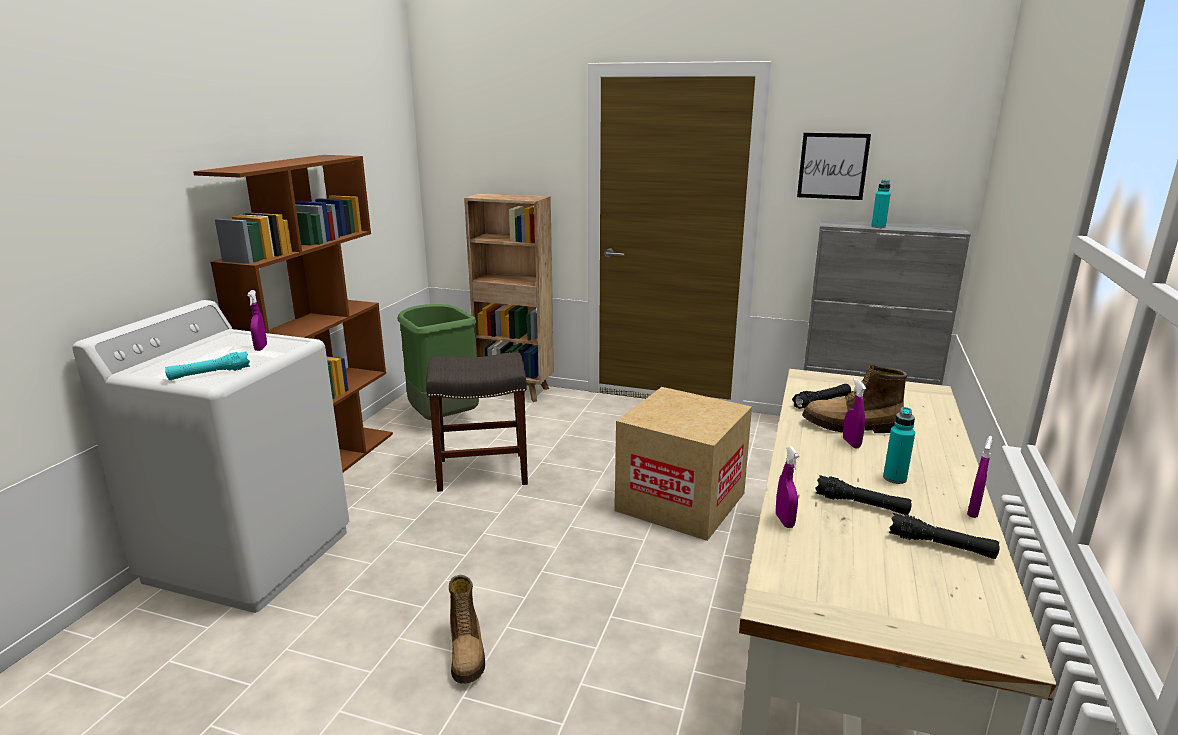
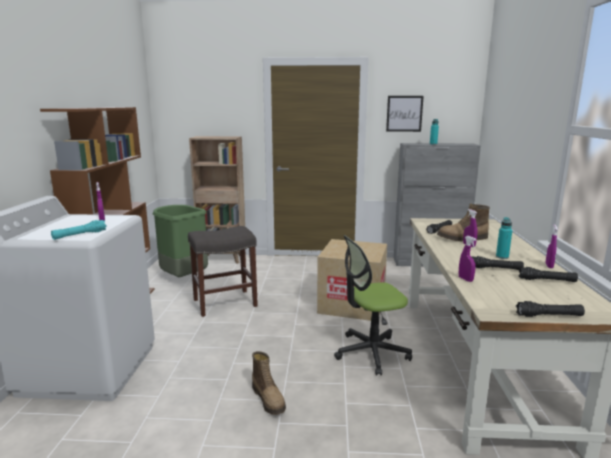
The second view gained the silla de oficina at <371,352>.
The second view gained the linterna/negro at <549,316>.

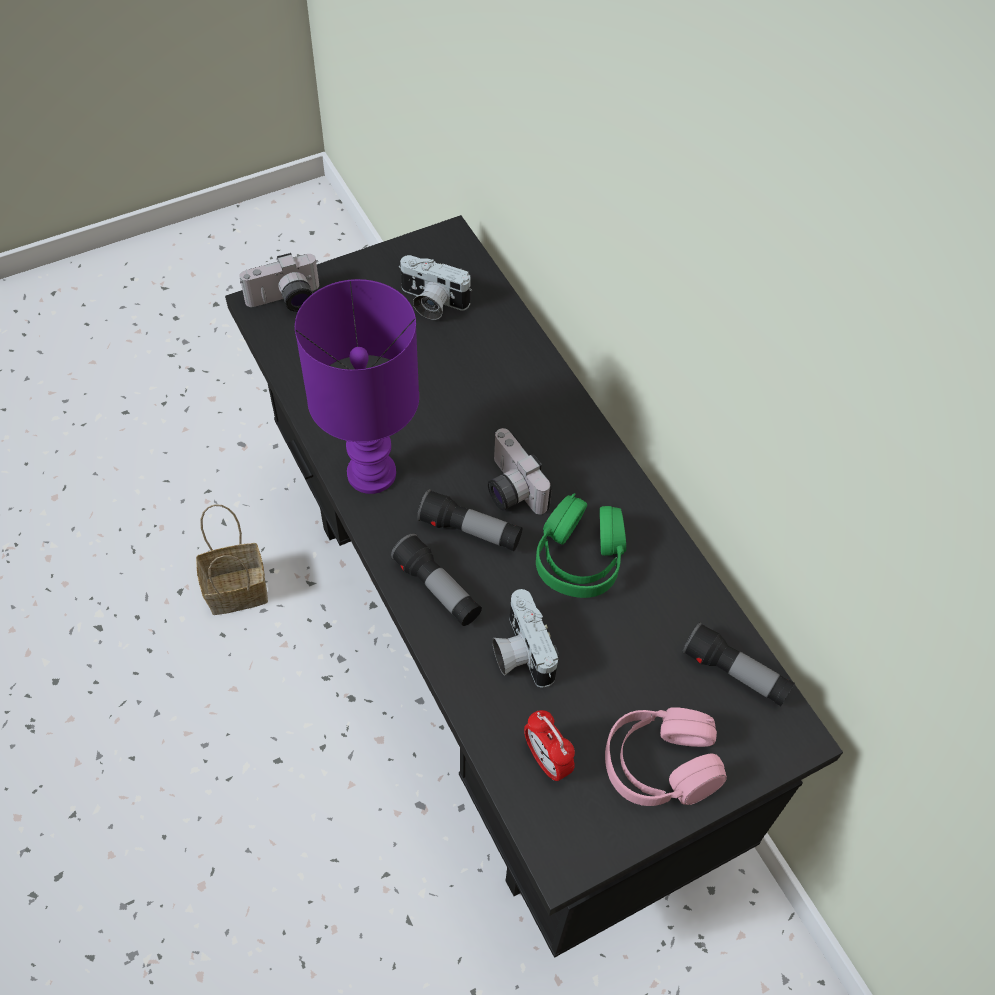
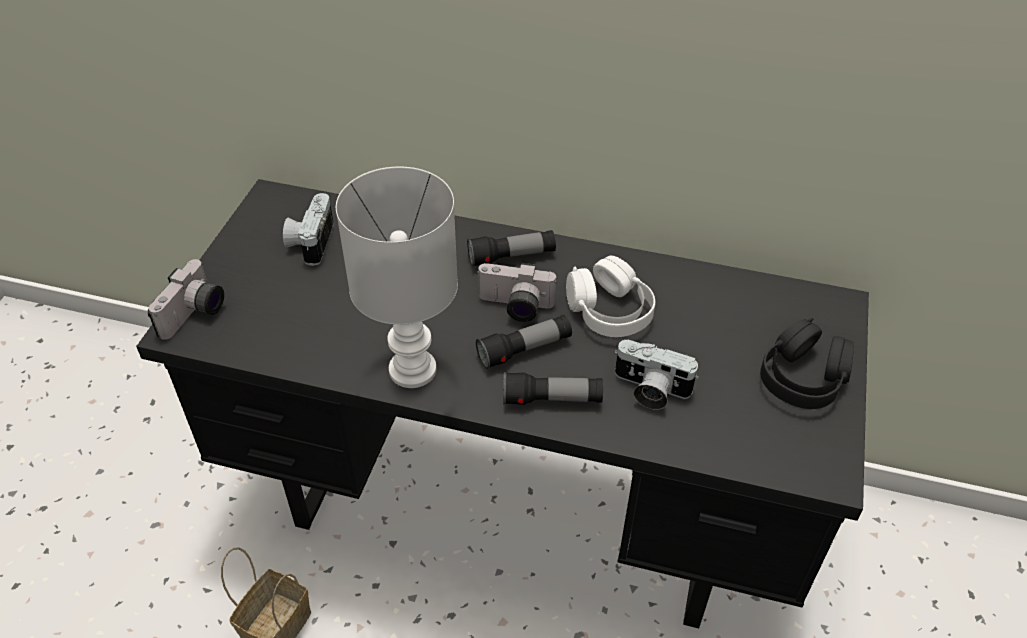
What was the lámpara de mesa/morado at <373,474> turned into the lámpara de mesa/blanco at <414,369>.
The cámara at <431,302> ended up facing another way, 120 degrees clockwise from before.
The second view lost the despertador at <546,760>.
What was the auriculares/verde at <580,558> turned into the auriculares/blanco at <609,311>.
What was the auriculares/rosa at <660,764> turned into the auriculares/negro at <803,378>.
The linterna ended up elsewhere, having gone from <735,673> to <511,257>.

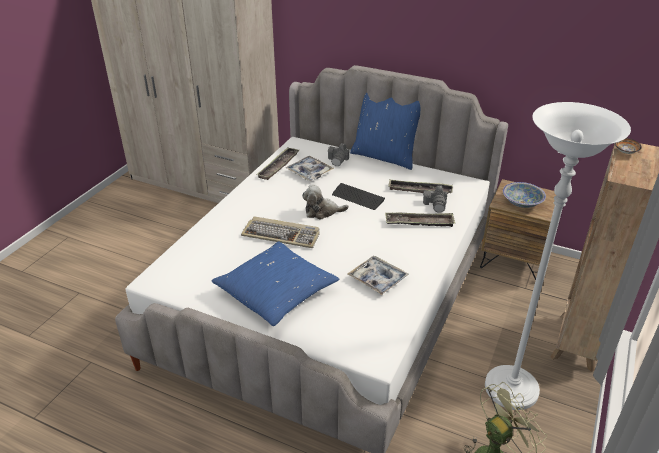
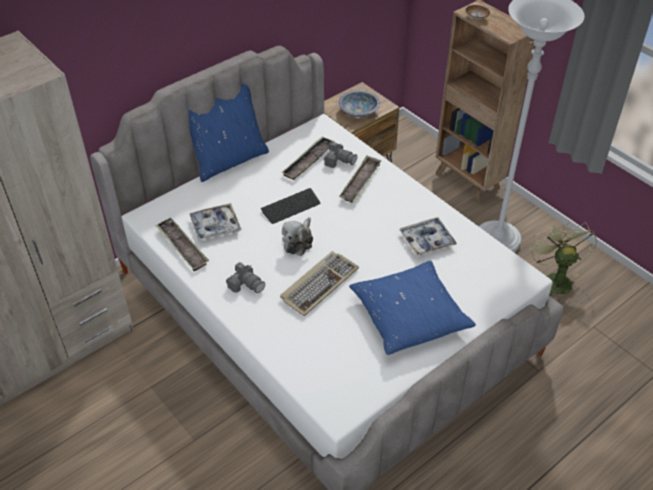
The cámara ended up elsewhere, having gone from <338,160> to <246,284>.

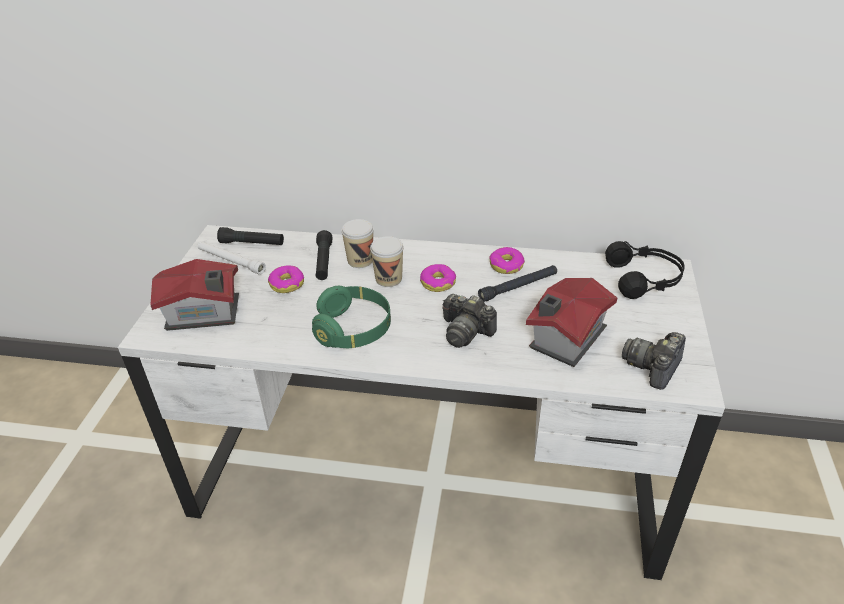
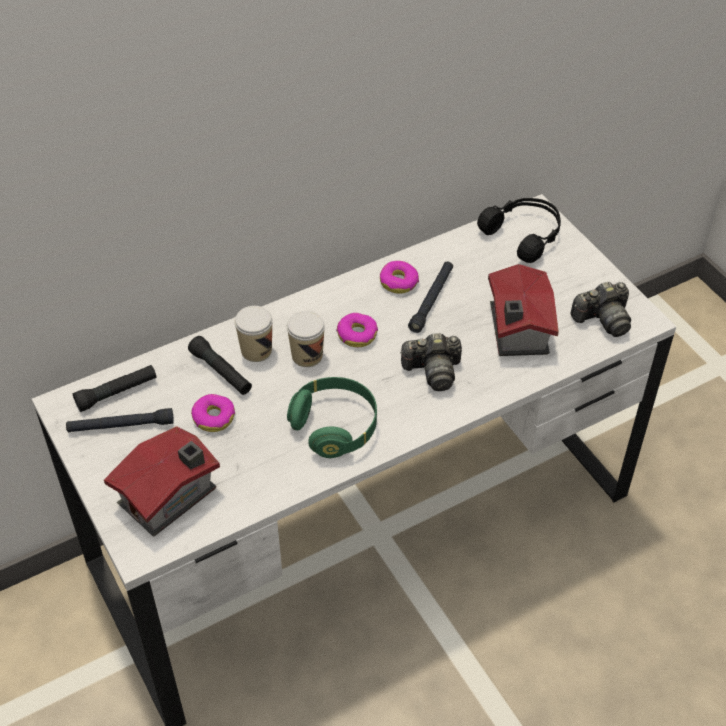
What was the linterna/blanco at <231,261> turned into the linterna/negro at <121,426>.
The cámara at <653,367> ended up facing another way, 105 degrees counterclockwise from before.

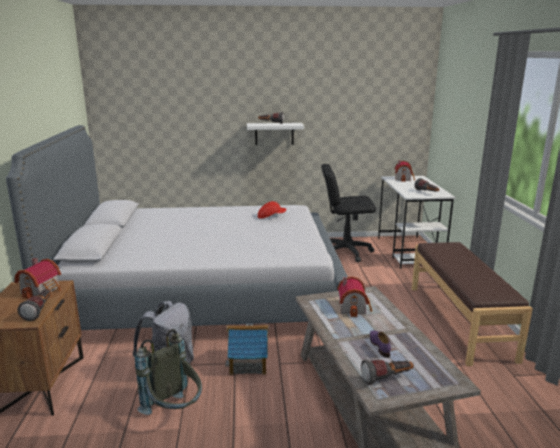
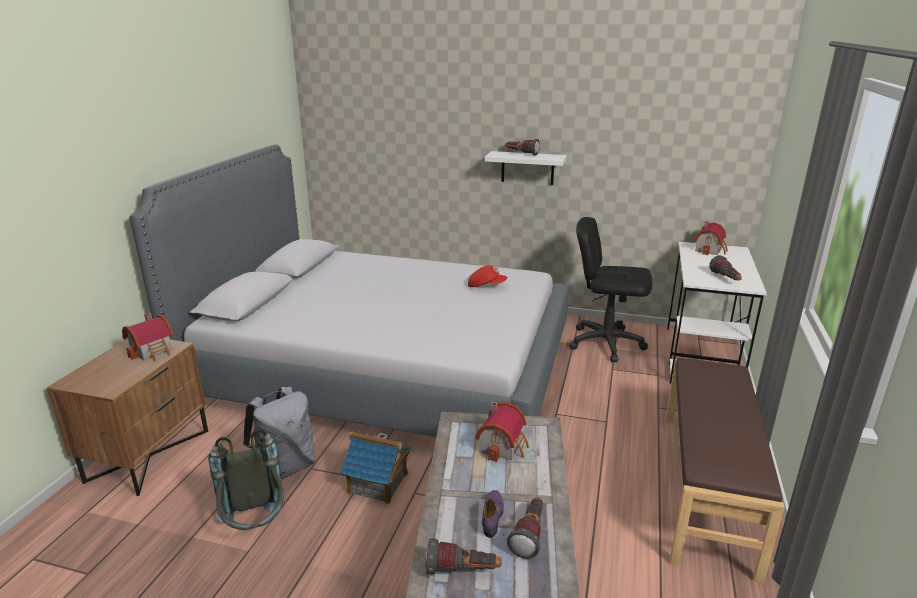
The linterna ended up elsewhere, having gone from <40,310> to <529,535>.

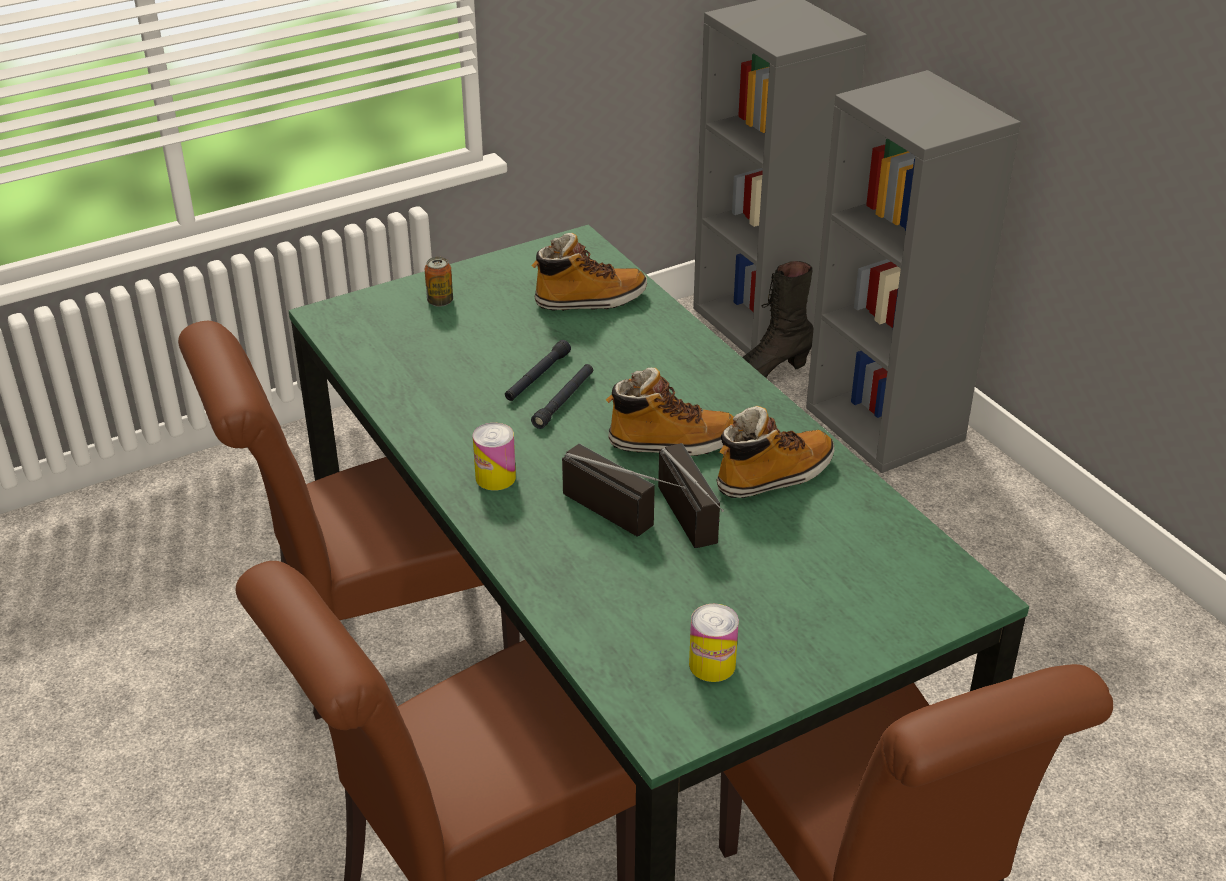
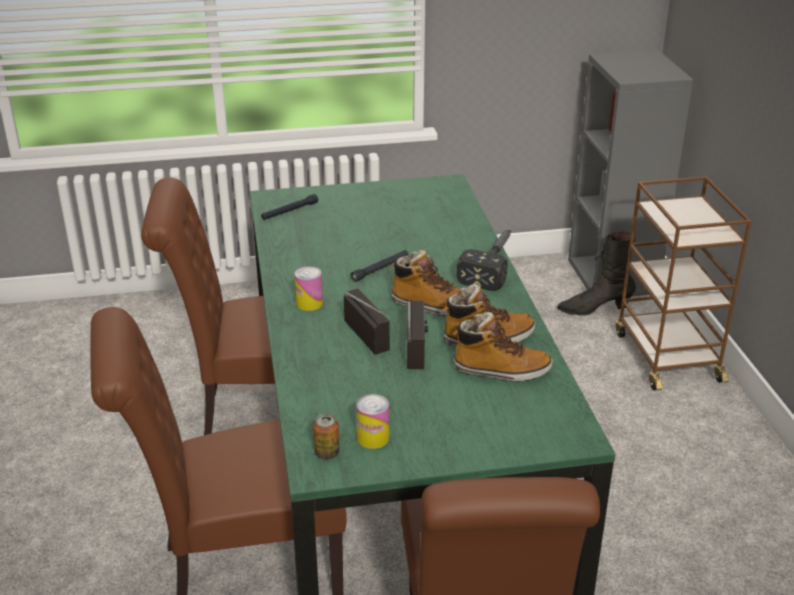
The lata ended up elsewhere, having gone from <440,301> to <327,453>.
The linterna/negro ended up elsewhere, having gone from <537,377> to <289,211>.
The bota ended up elsewhere, having gone from <590,300> to <501,370>.
Where the estantería/gris stood at <886,424>, the carrito/marrón came to stand at <666,356>.
The second view gained the martillo at <493,264>.

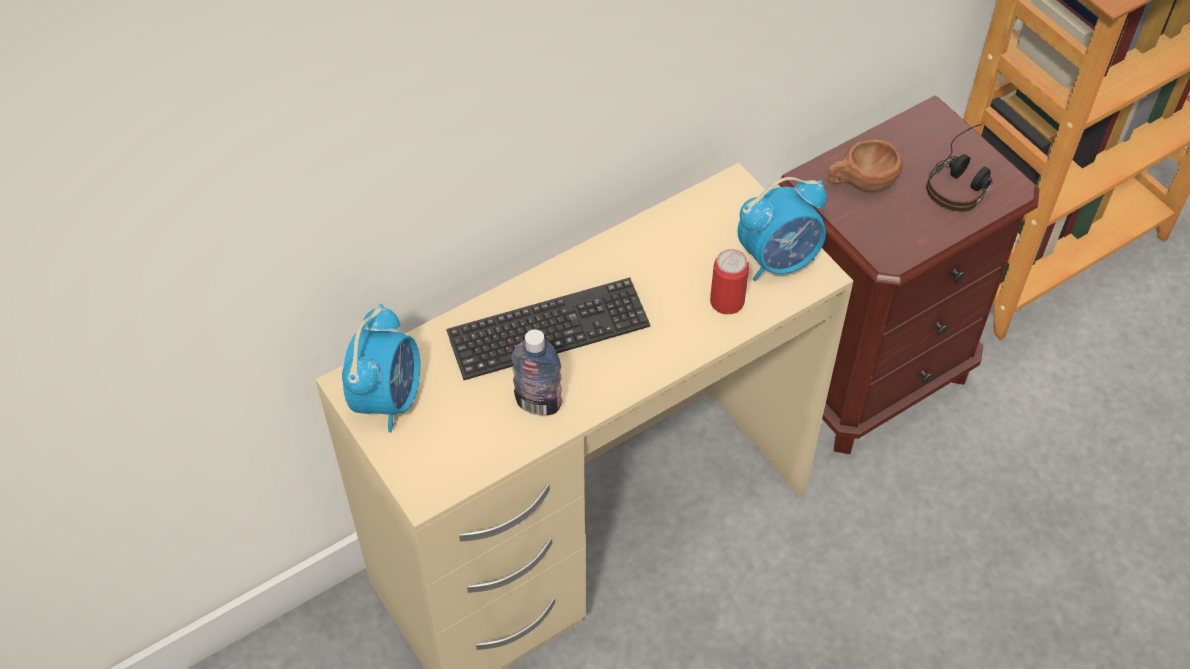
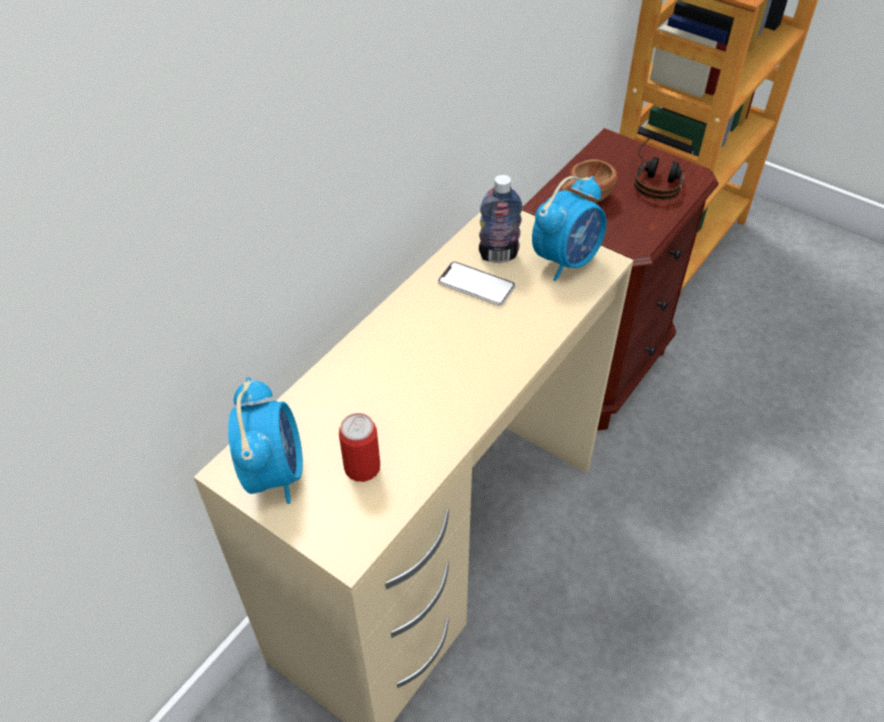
The second view lost the teclado at <548,331>.
The botella ended up elsewhere, having gone from <538,404> to <498,255>.
The lata ended up elsewhere, having gone from <727,301> to <362,467>.
The second view gained the móvil at <476,285>.

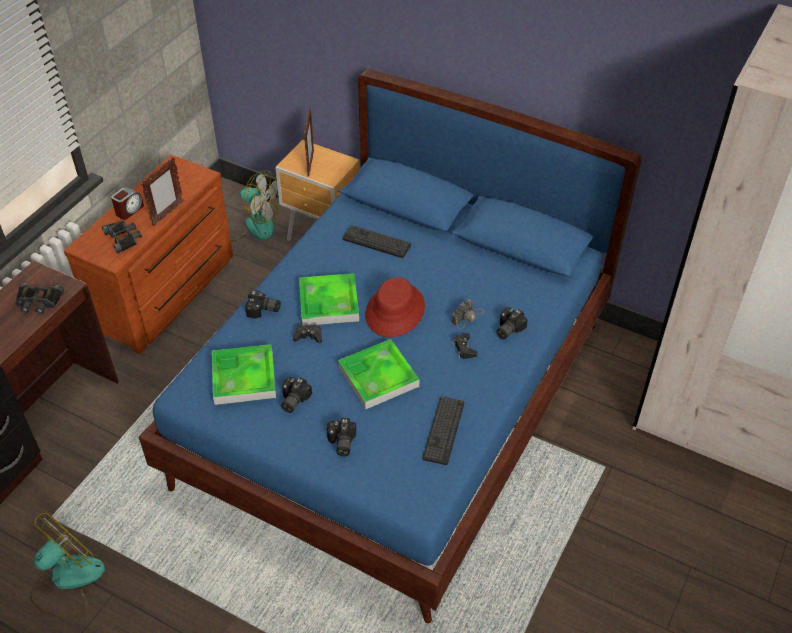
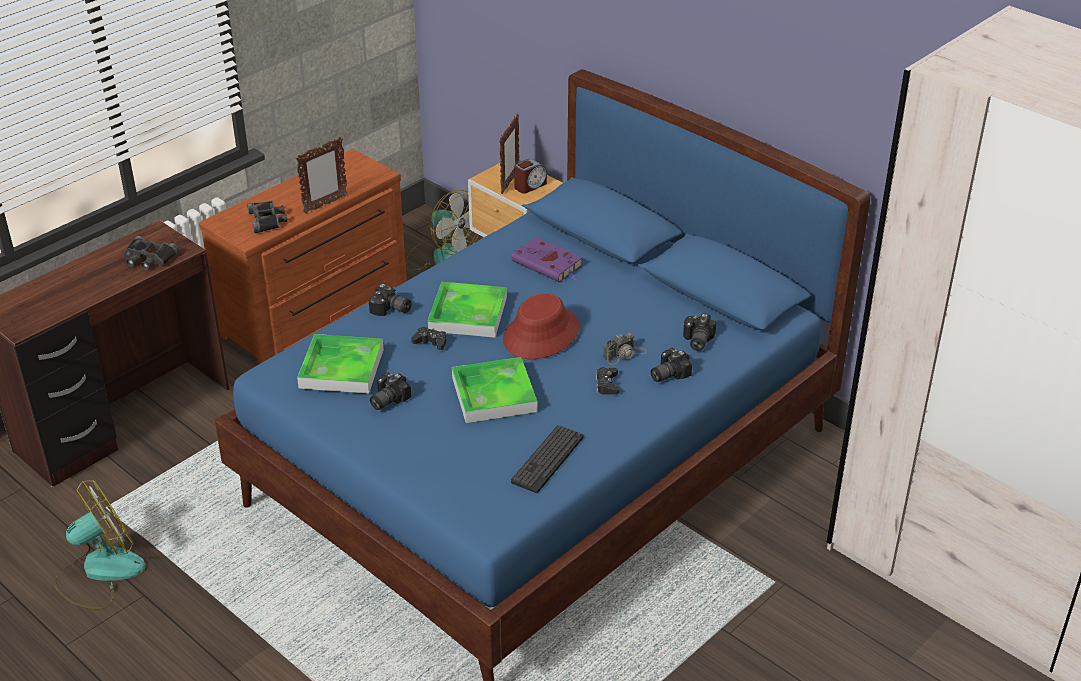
The despertador ended up elsewhere, having gone from <129,210> to <530,186>.
The cámara ended up elsewhere, having gone from <340,443> to <696,341>.
Where the teclado stood at <376,242>, the libro/morado came to stand at <549,264>.

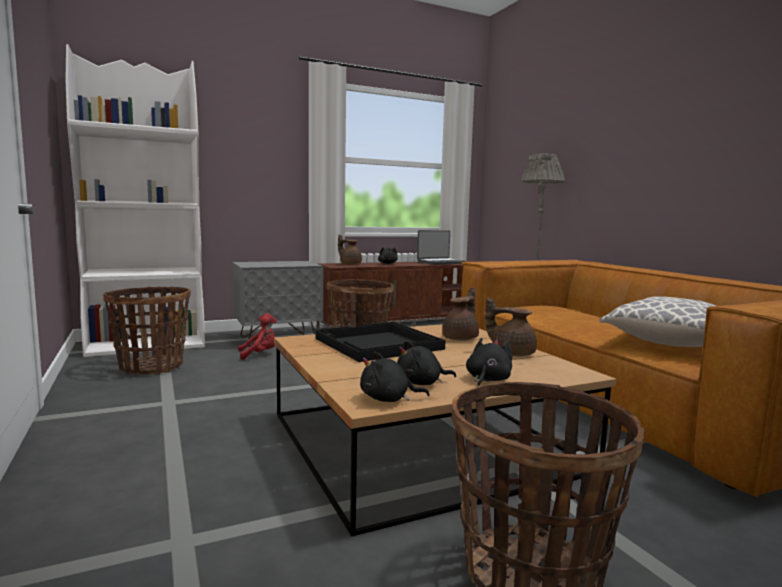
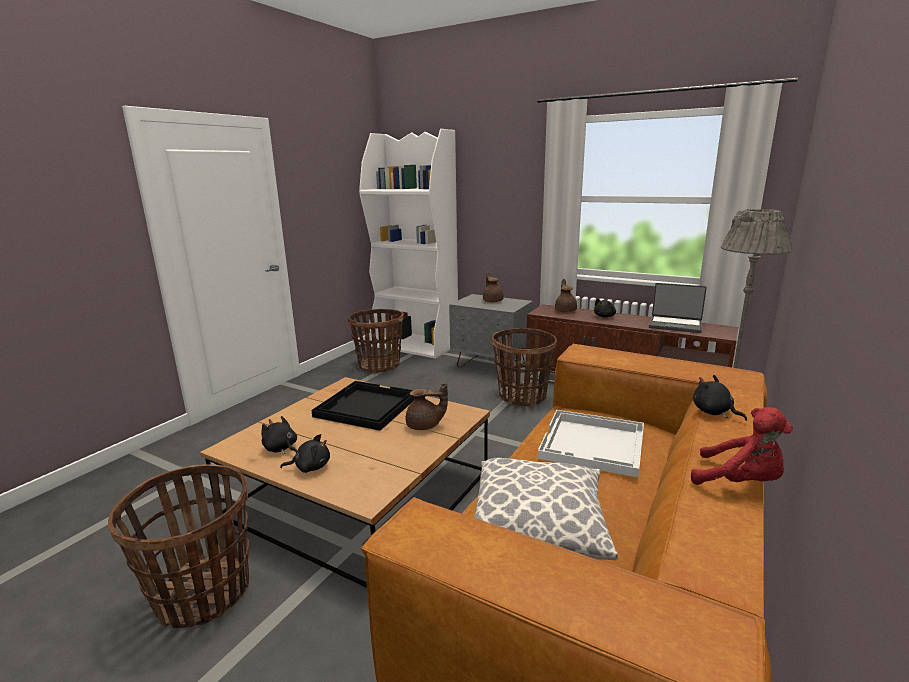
The peluche/rojo ended up elsewhere, having gone from <260,354> to <739,482>.
The peluche/negro ended up elsewhere, having gone from <388,399> to <713,412>.
The tetera/marrón ended up elsewhere, having gone from <512,353> to <492,301>.
The second view gained the bandeja/blanco at <593,444>.

